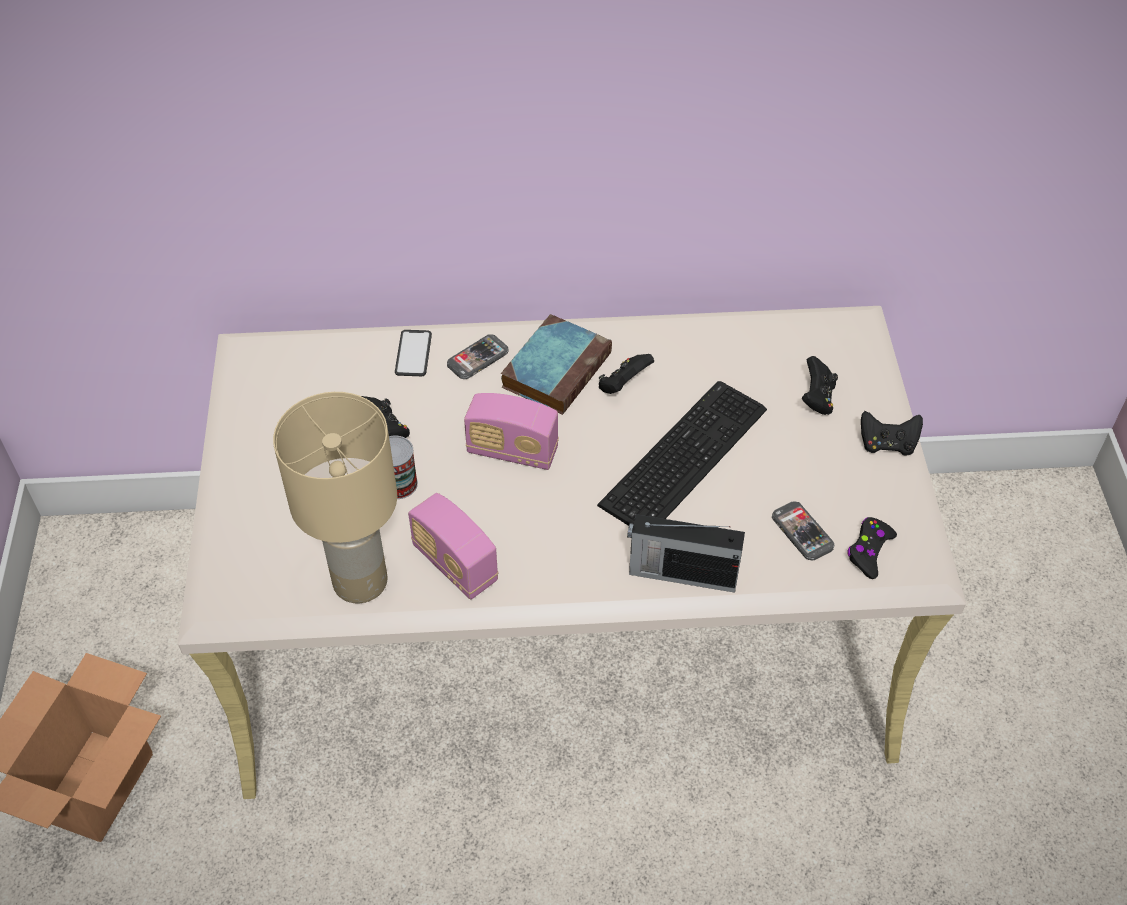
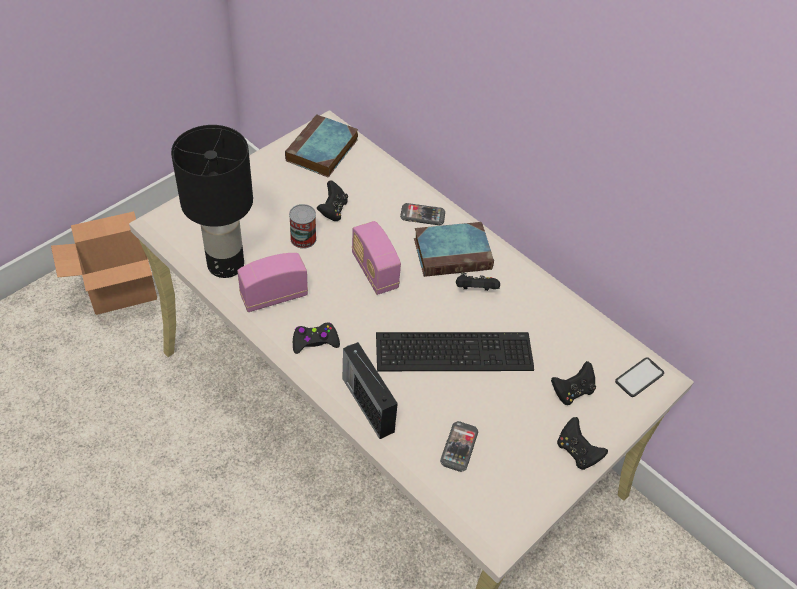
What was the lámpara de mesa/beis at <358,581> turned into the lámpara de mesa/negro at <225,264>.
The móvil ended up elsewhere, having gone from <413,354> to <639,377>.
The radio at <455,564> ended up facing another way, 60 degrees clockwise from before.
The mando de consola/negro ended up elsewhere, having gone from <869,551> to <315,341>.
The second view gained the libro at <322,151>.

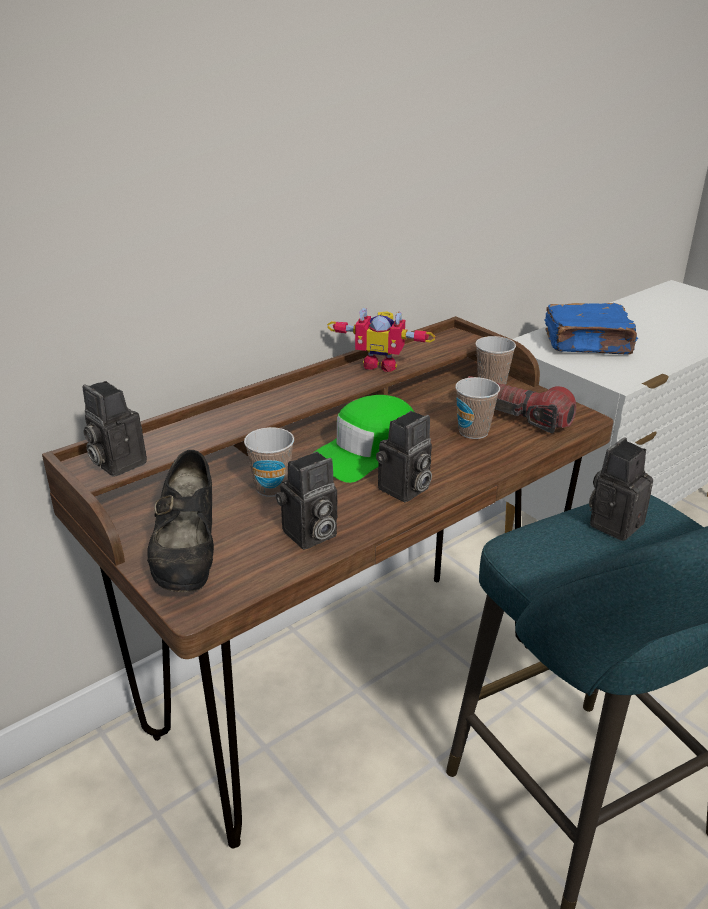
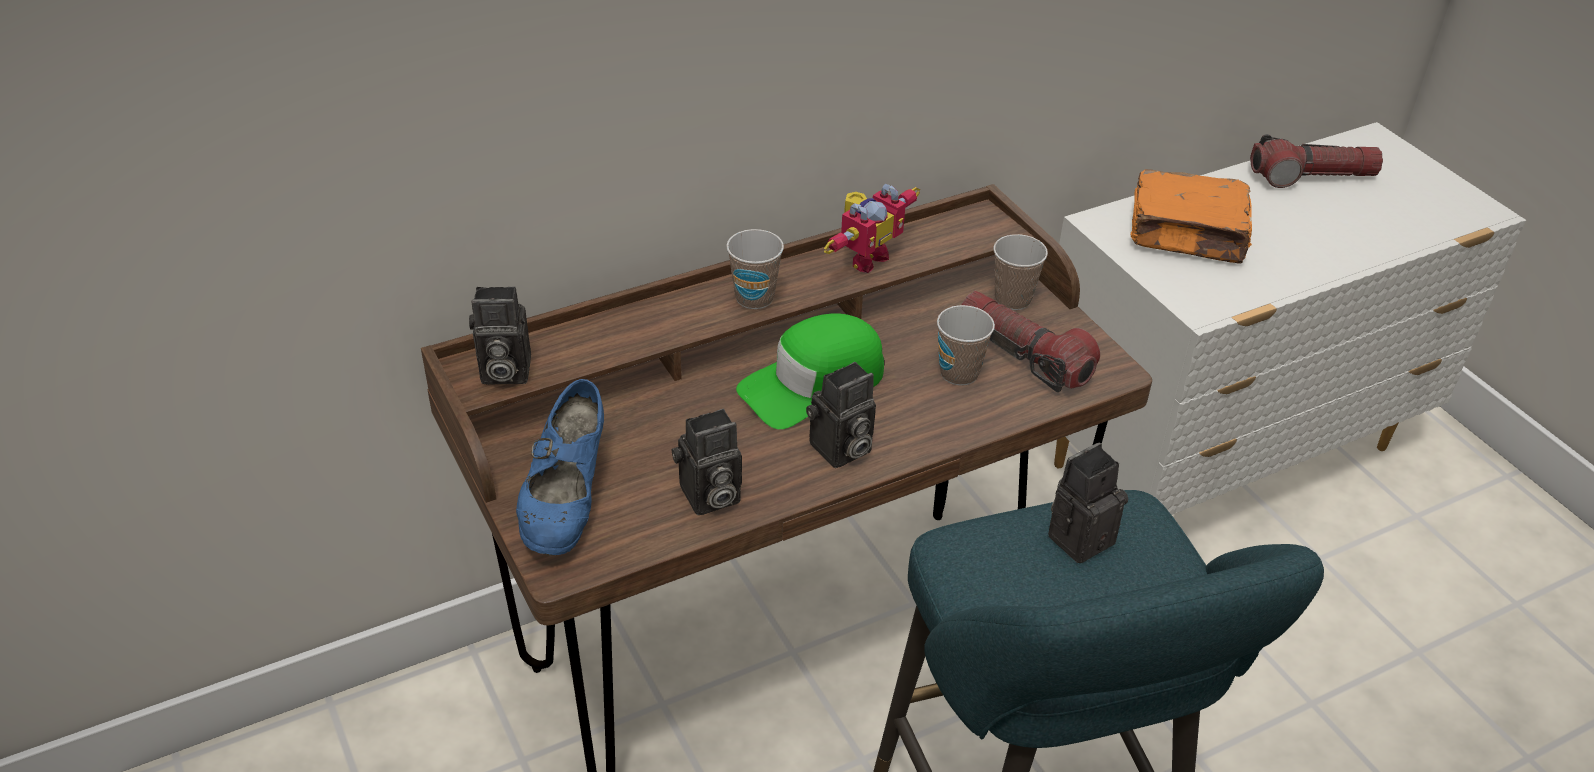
The cámara at <116,463> ended up facing another way, 60 degrees counterclockwise from before.
What was the zapato/negro at <188,555> turned into the zapato/azul at <566,502>.
The taza ended up elsewhere, having gone from <272,488> to <754,298>.
The robot de juguete at <381,364> ended up facing another way, 75 degrees counterclockwise from before.
What was the libro/azul at <588,344> turned into the libro/naranja at <1188,236>.
The second view gained the linterna at <1311,176>.

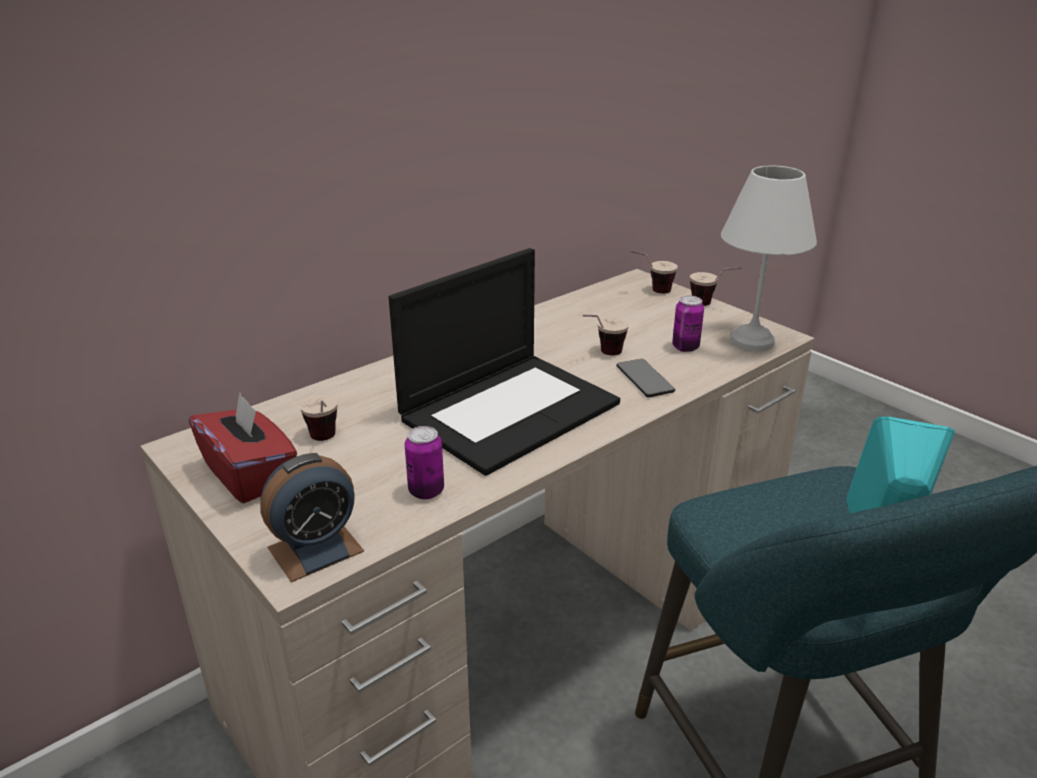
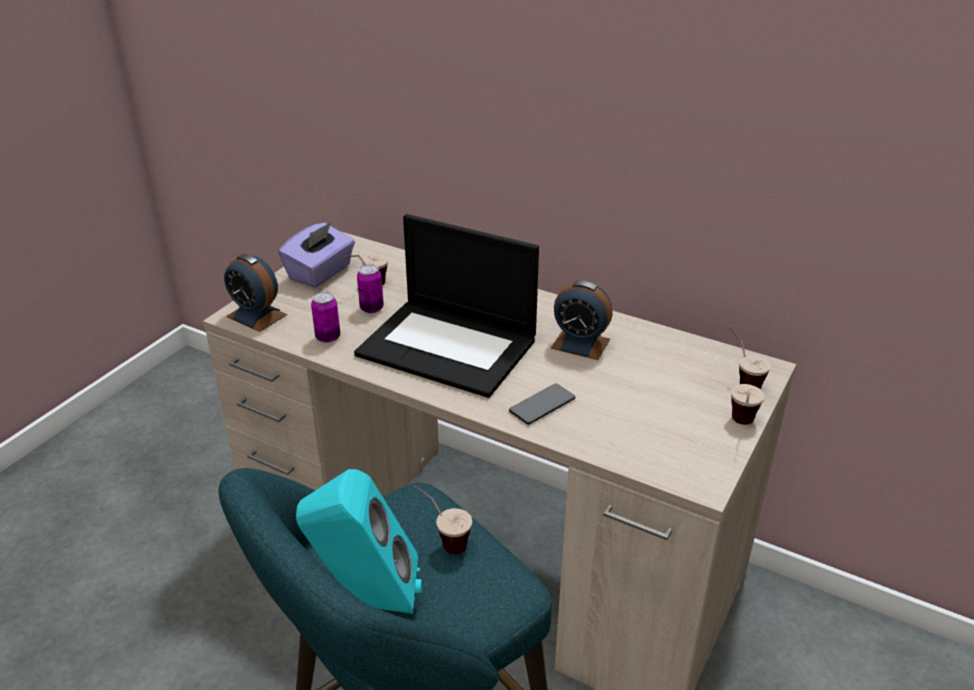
What was the caja de pañuelos/rojo at <250,475> turned into the caja de pañuelos/morado at <320,273>.
The taza ended up elsewhere, having gone from <602,355> to <442,540>.
The lata ended up elsewhere, having gone from <685,347> to <371,308>.
The second view lost the lámpara de mesa/blanco at <750,342>.
The second view gained the despertador at <580,343>.

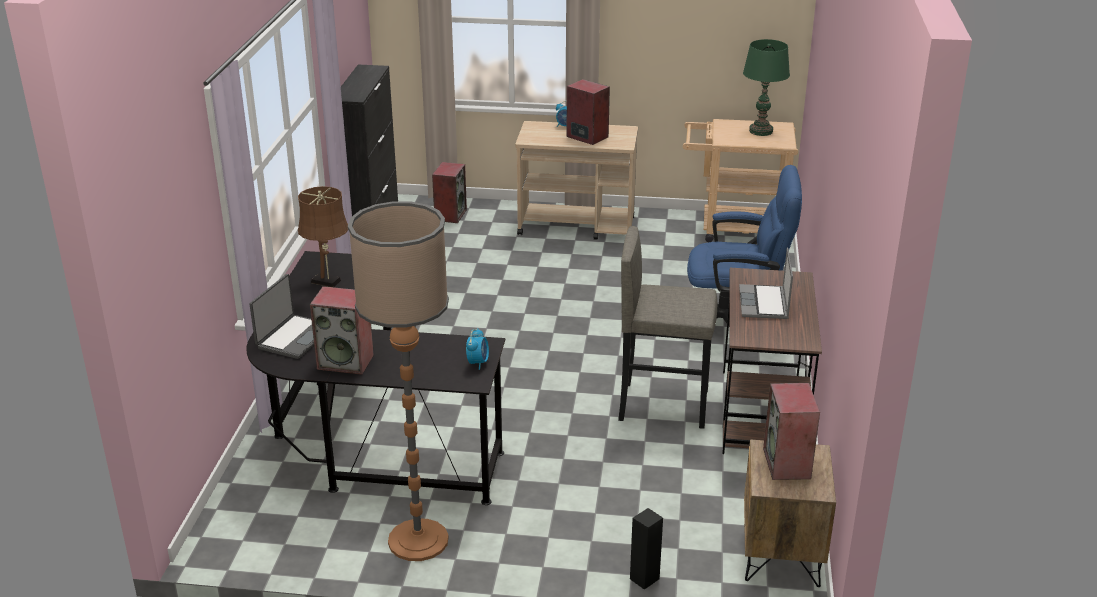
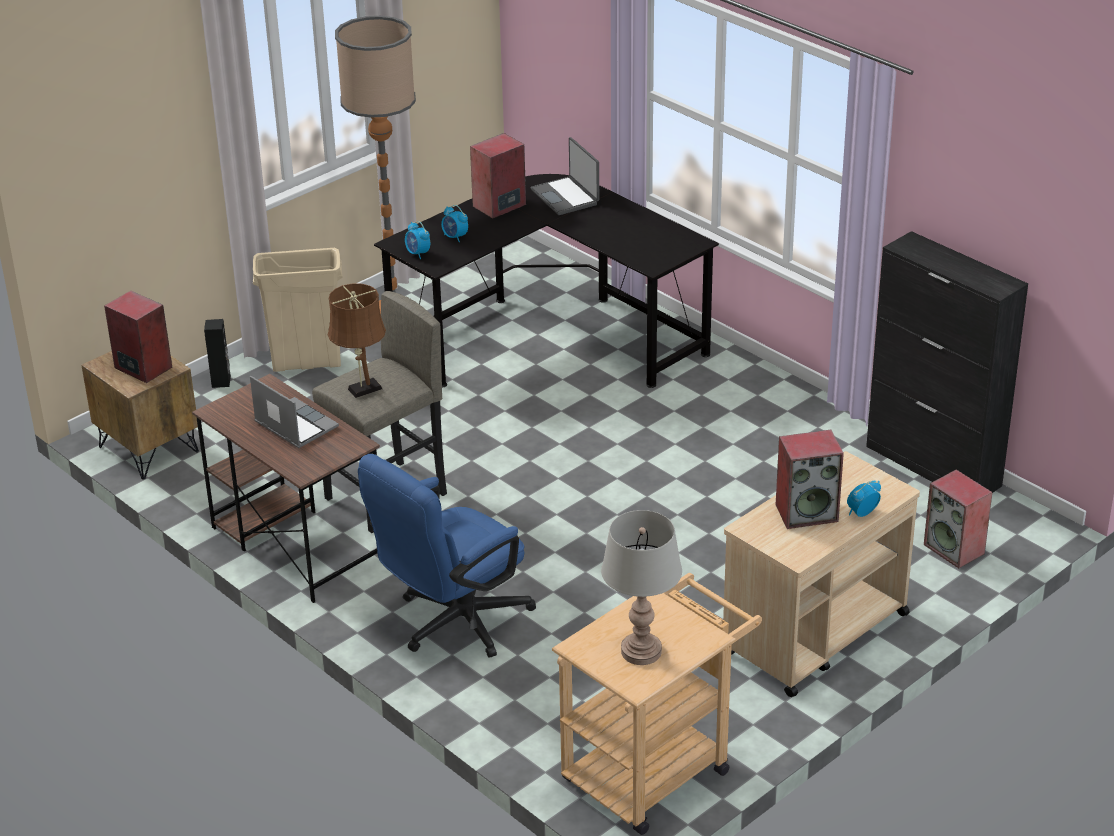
The lámpara de mesa/marrón ended up elsewhere, having gone from <328,282> to <361,390>.
What was the lámpara de mesa/verde at <761,131> turned into the lámpara de mesa/gris at <641,651>.
The second view gained the papelera/beis at <307,363>.
The second view gained the despertador at <455,237>.

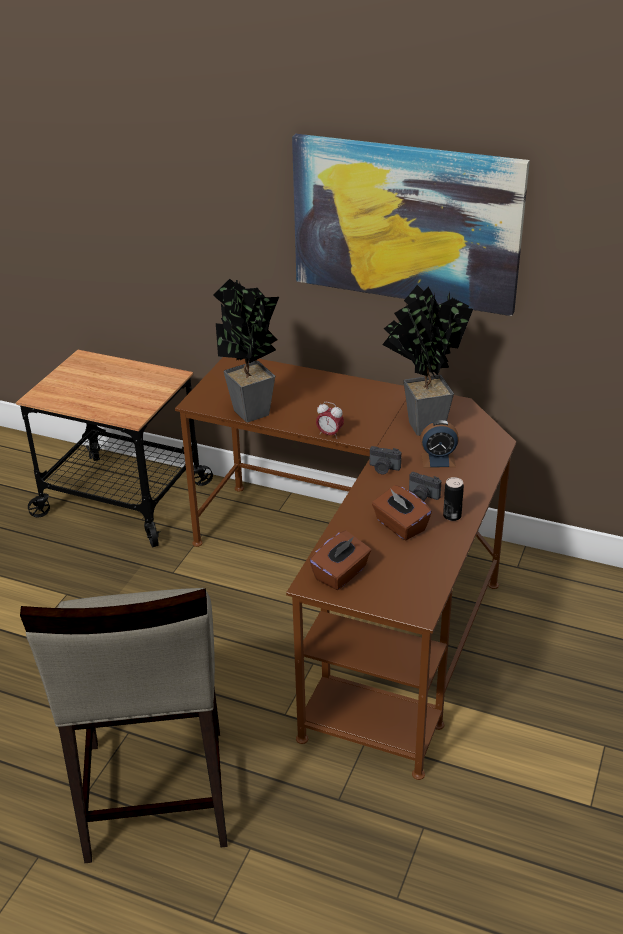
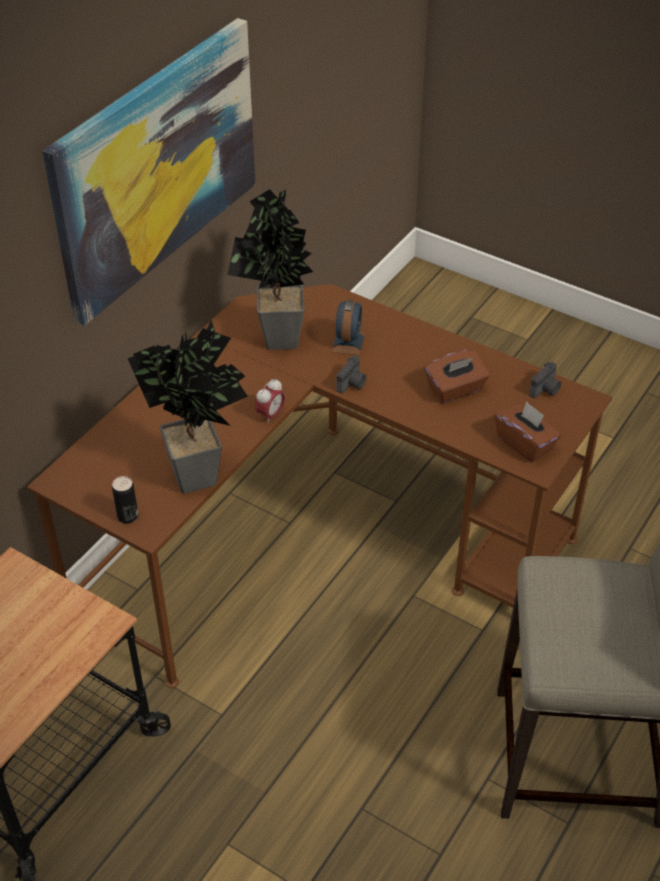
The cámara ended up elsewhere, having gone from <422,496> to <546,390>.
The lata ended up elsewhere, having gone from <452,516> to <128,516>.

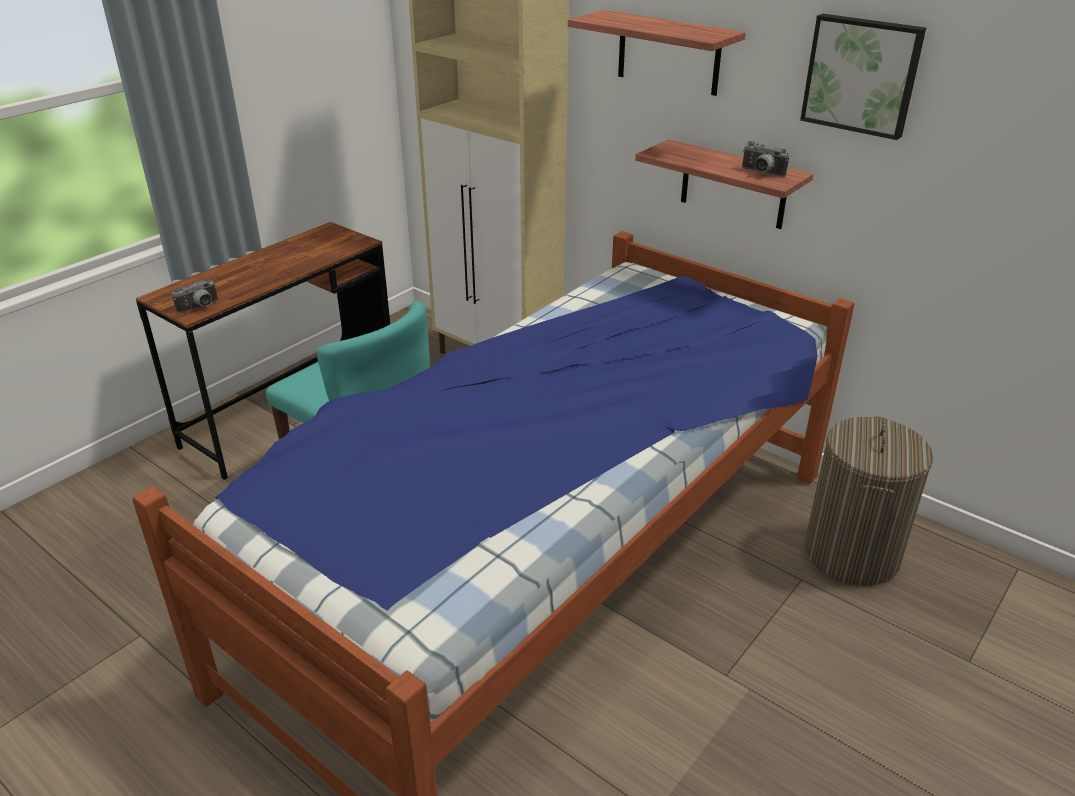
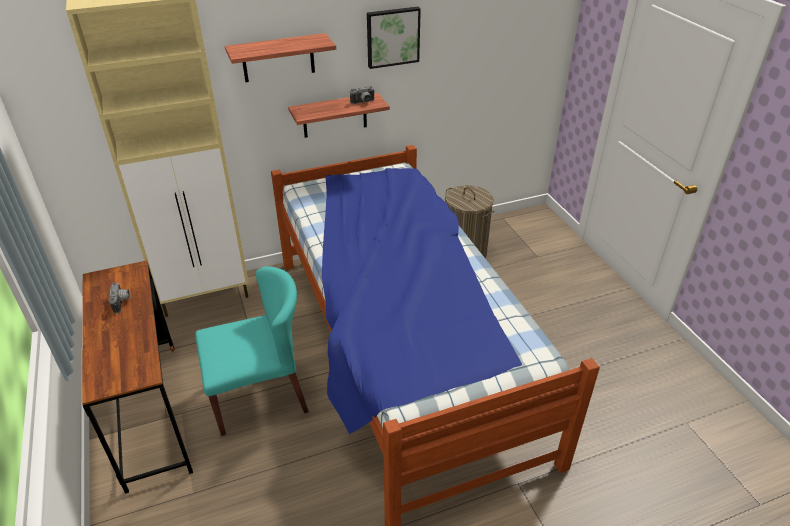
The cámara ended up elsewhere, having gone from <200,308> to <122,302>.

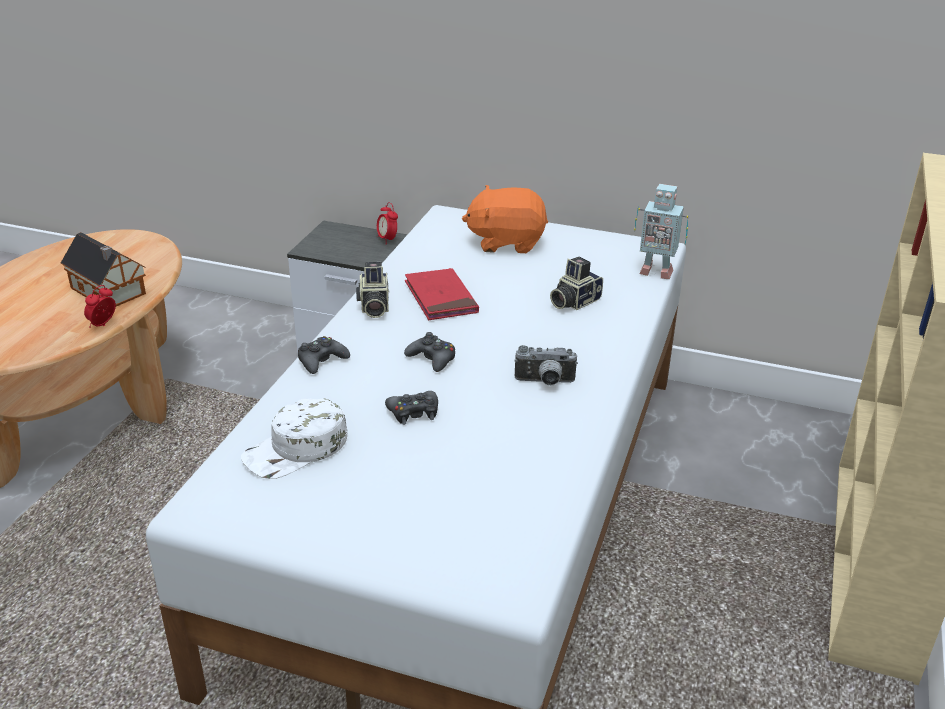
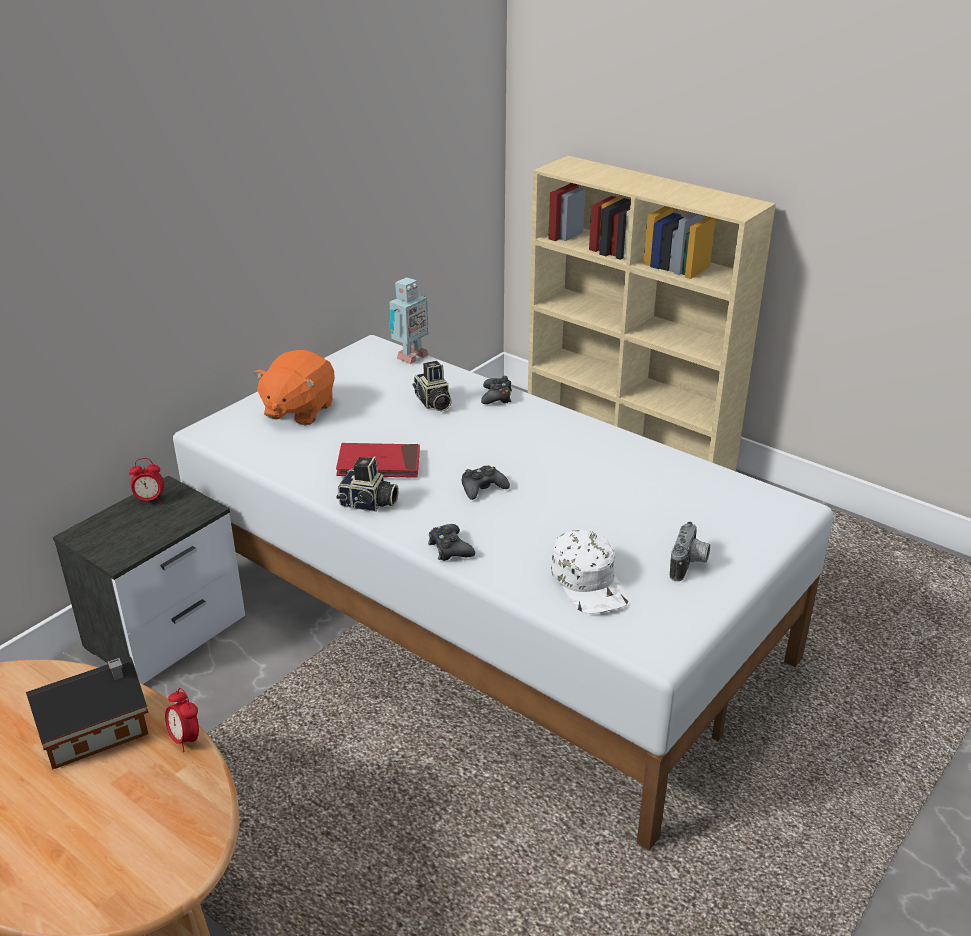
The mando de consola/negro ended up elsewhere, having gone from <414,412> to <496,396>.
The cámara ended up elsewhere, having gone from <545,382> to <689,565>.

